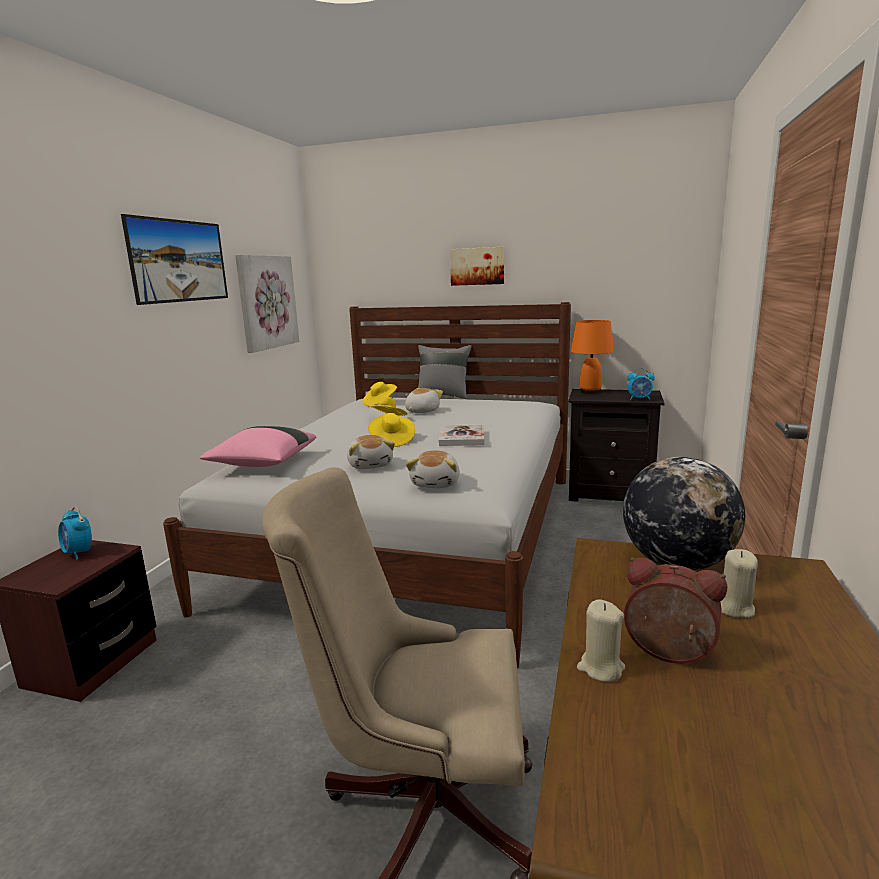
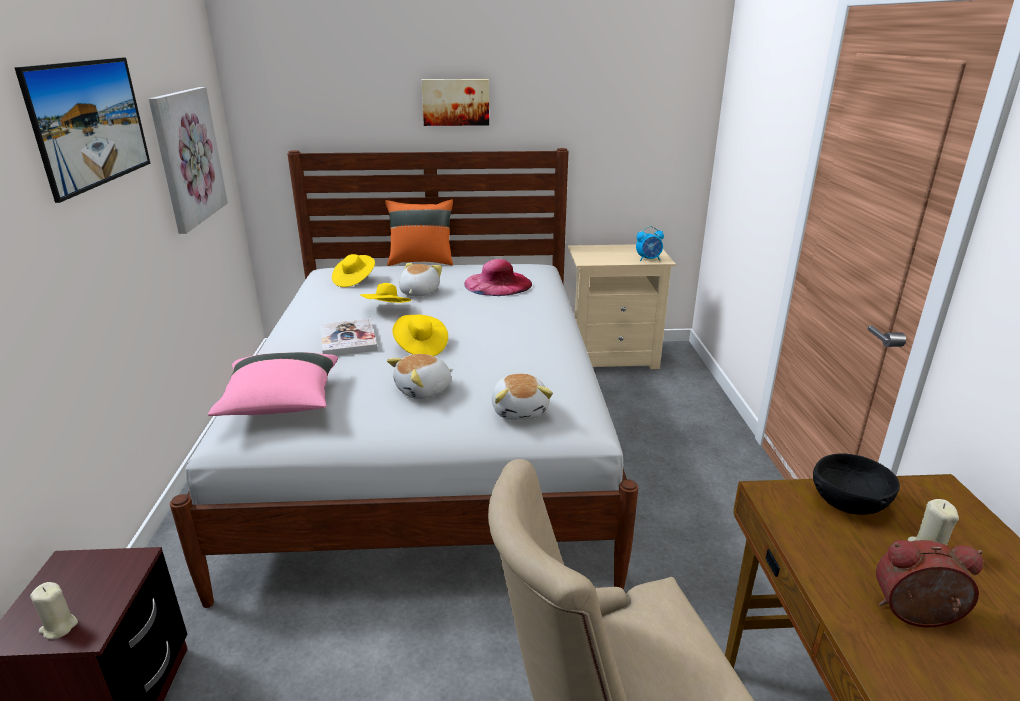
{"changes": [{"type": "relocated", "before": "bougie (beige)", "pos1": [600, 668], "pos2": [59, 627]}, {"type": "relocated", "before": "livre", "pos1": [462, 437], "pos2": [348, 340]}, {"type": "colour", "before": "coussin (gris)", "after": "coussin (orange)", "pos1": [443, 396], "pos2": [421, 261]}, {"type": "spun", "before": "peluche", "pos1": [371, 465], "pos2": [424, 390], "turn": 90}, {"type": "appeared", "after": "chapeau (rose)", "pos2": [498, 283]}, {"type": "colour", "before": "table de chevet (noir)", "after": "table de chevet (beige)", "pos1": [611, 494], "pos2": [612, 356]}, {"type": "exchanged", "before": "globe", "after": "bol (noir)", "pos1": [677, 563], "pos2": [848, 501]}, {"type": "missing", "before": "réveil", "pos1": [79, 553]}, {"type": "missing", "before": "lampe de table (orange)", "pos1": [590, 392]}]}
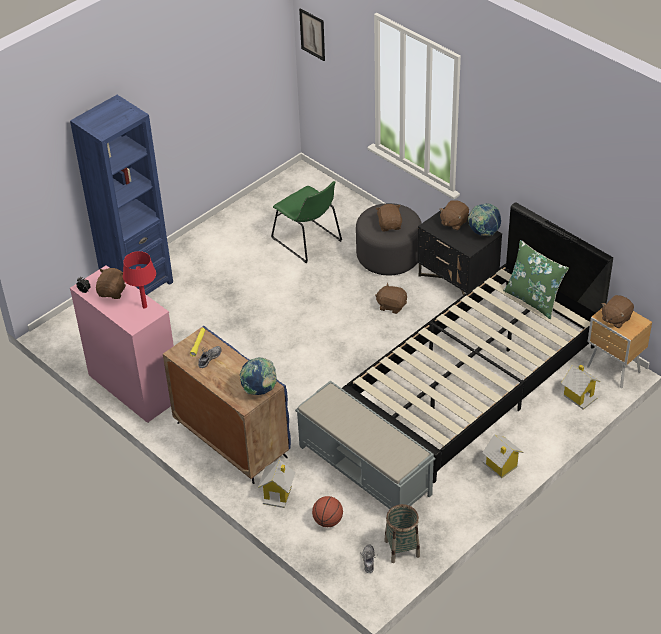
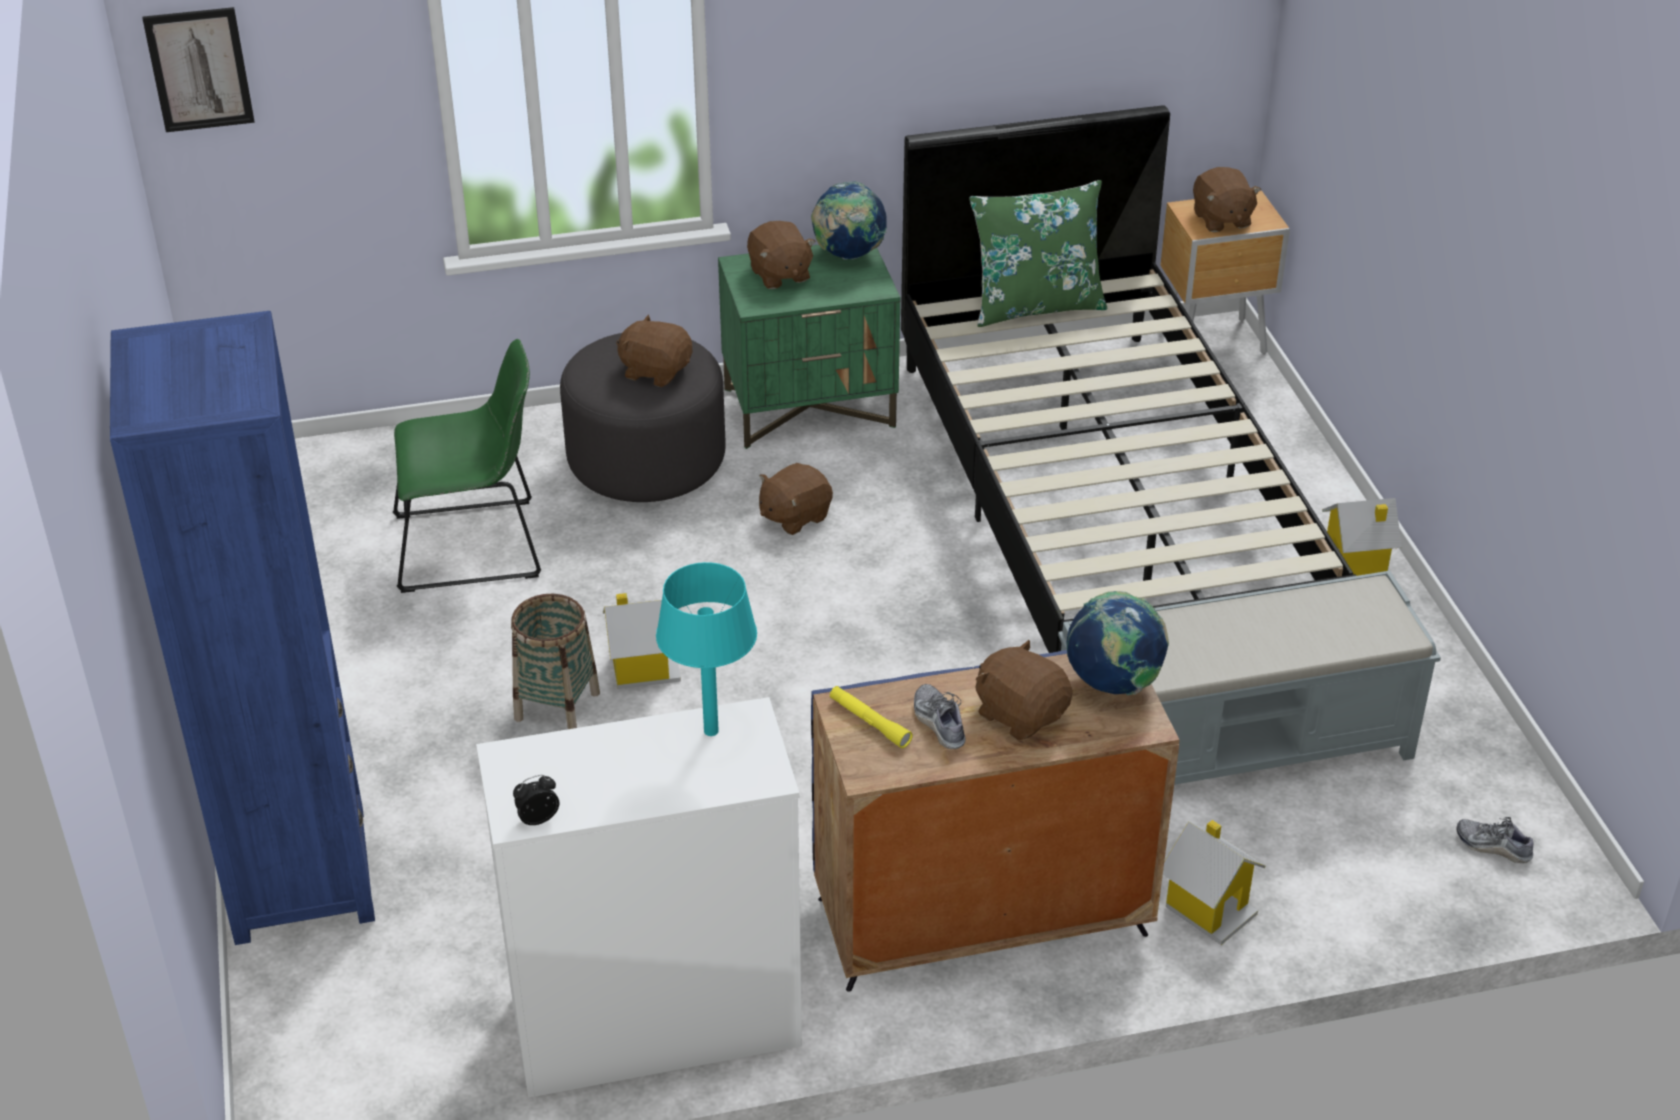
{"changes": [{"type": "colour", "before": "commode (rose)", "after": "commode (blanc)", "pos1": [135, 387], "pos2": [655, 1022]}, {"type": "relocated", "before": "panier", "pos1": [402, 548], "pos2": [557, 705]}, {"type": "relocated", "before": "maison miniature", "pos1": [579, 396], "pos2": [642, 667]}, {"type": "colour", "before": "lampe de table (rouge)", "after": "lampe de table (turquoise)", "pos1": [145, 306], "pos2": [711, 730]}, {"type": "colour", "before": "table de chevet (noir)", "after": "table de chevet (vert)", "pos1": [458, 280], "pos2": [810, 407]}, {"type": "relocated", "before": "peluche (marron)", "pos1": [112, 292], "pos2": [1021, 714]}, {"type": "missing", "before": "ballon de basket", "pos1": [328, 521]}]}
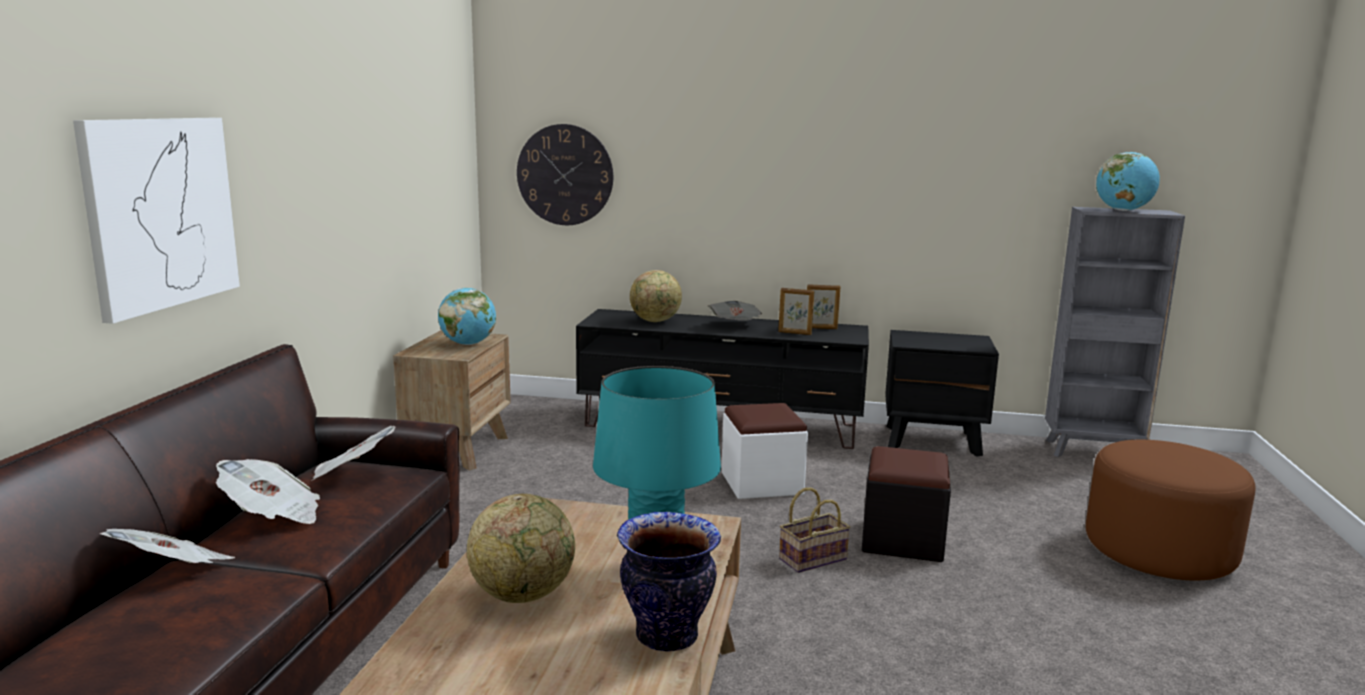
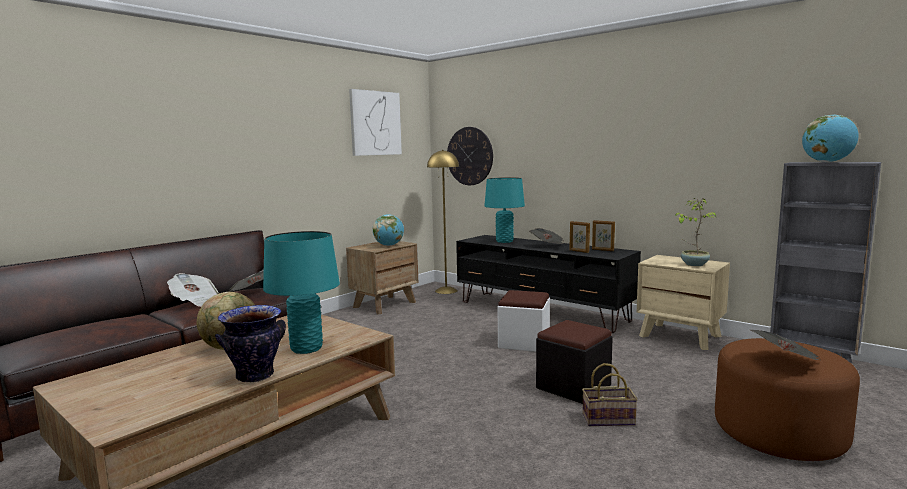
{"changes": [{"type": "relocated", "before": "tableau", "pos1": [161, 213], "pos2": [375, 123]}, {"type": "appeared", "after": "lampadaire (jaune)", "pos2": [446, 291]}, {"type": "exchanged", "before": "globe", "after": "lampe de table (turquoise)", "pos1": [655, 321], "pos2": [504, 241]}, {"type": "relocated", "before": "panier", "pos1": [813, 558], "pos2": [609, 419]}, {"type": "colour", "before": "table de chevet (noir)", "after": "table de chevet (beige)", "pos1": [933, 440], "pos2": [680, 336]}, {"type": "appeared", "after": "plante en pot", "pos2": [694, 264]}, {"type": "relocated", "before": "journal", "pos1": [173, 572], "pos2": [786, 362]}]}
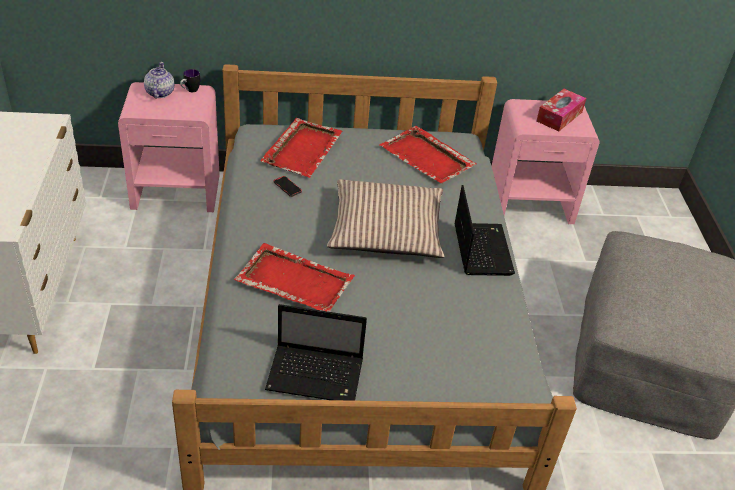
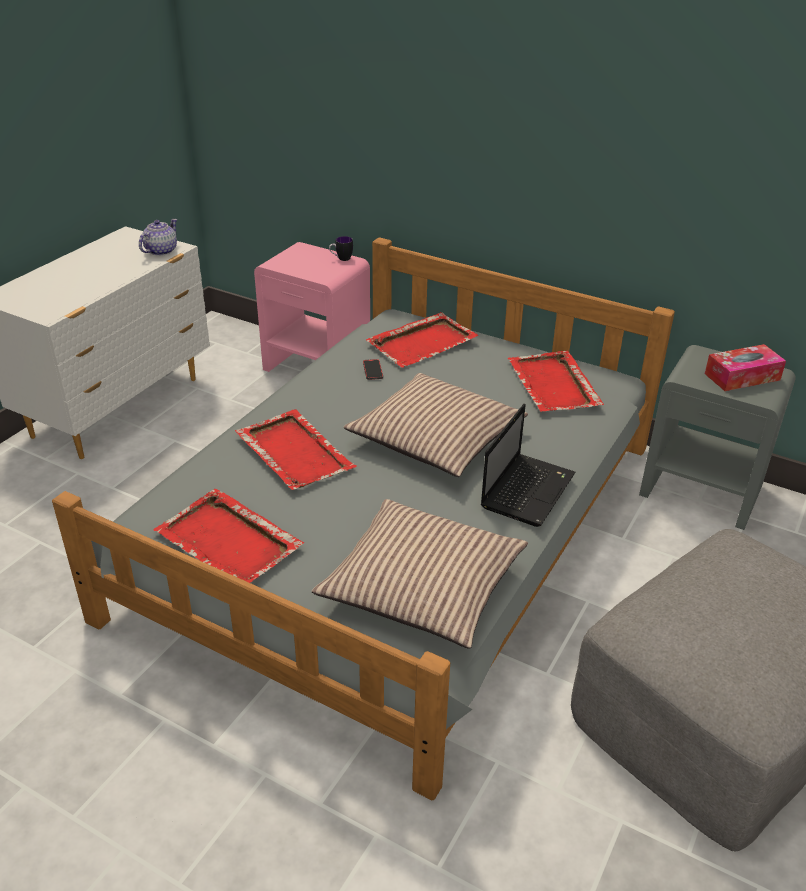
{"changes": [{"type": "relocated", "before": "théière", "pos1": [159, 93], "pos2": [160, 251]}, {"type": "exchanged", "before": "ordinateur portable", "after": "plateau (rouge)", "pos1": [317, 375], "pos2": [229, 542]}, {"type": "appeared", "after": "coussin", "pos2": [422, 585]}, {"type": "colour", "before": "table de chevet (rose)", "after": "table de chevet (gris)", "pos1": [530, 204], "pos2": [702, 490]}]}
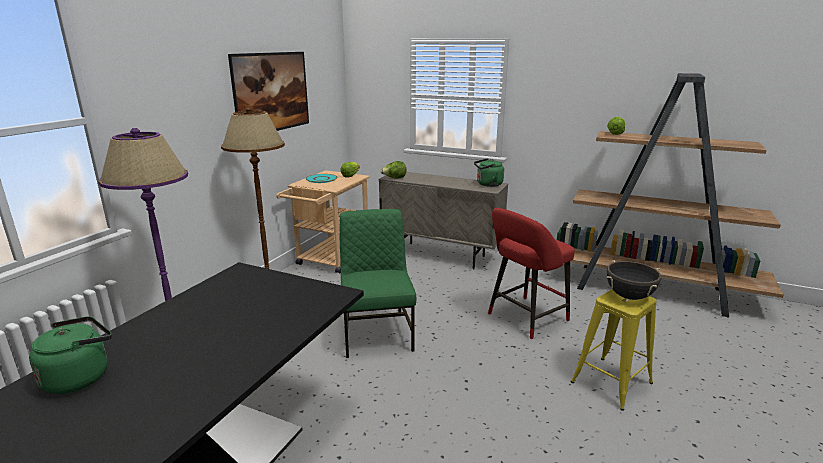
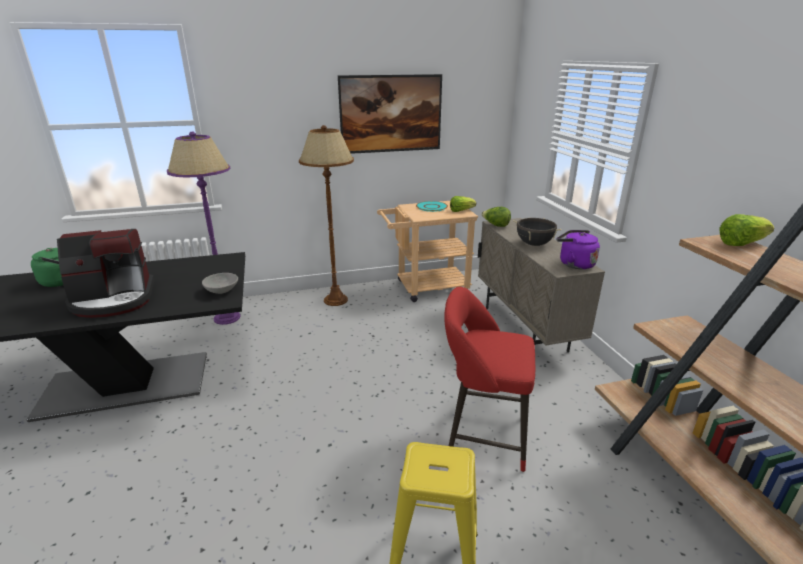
{"changes": [{"type": "appeared", "after": "machine à café", "pos2": [114, 300]}, {"type": "appeared", "after": "bol (gris)", "pos2": [222, 290]}, {"type": "relocated", "before": "marmite (noir)", "pos1": [629, 296], "pos2": [534, 244]}, {"type": "colour", "before": "bouilloire (vert)", "after": "bouilloire (violet)", "pos1": [488, 184], "pos2": [574, 264]}, {"type": "missing", "before": "chaise (vert)", "pos1": [377, 333]}]}
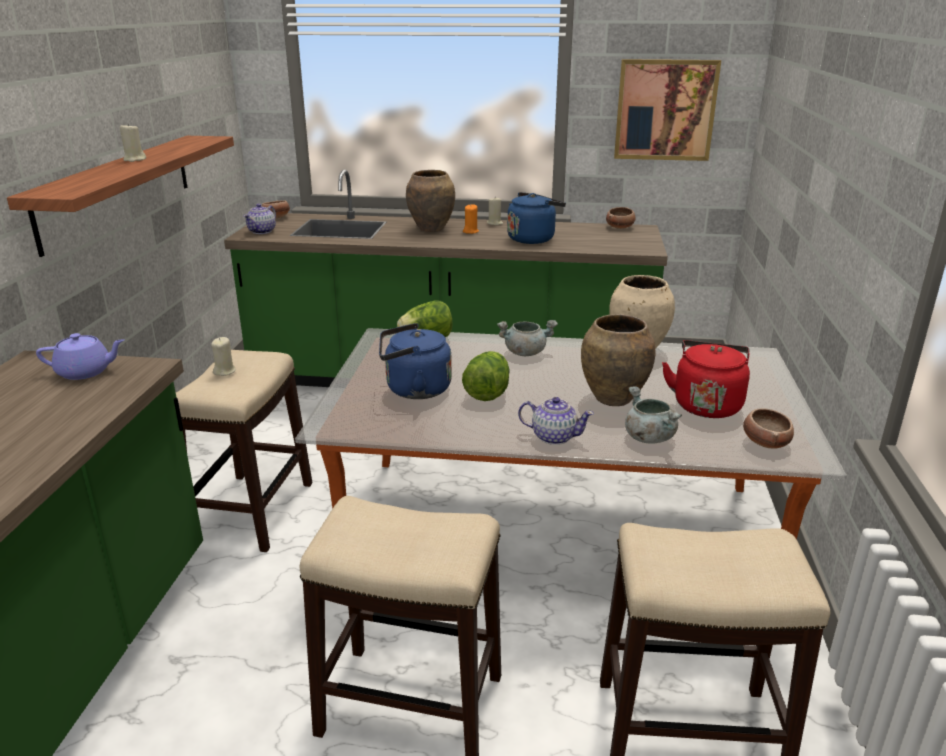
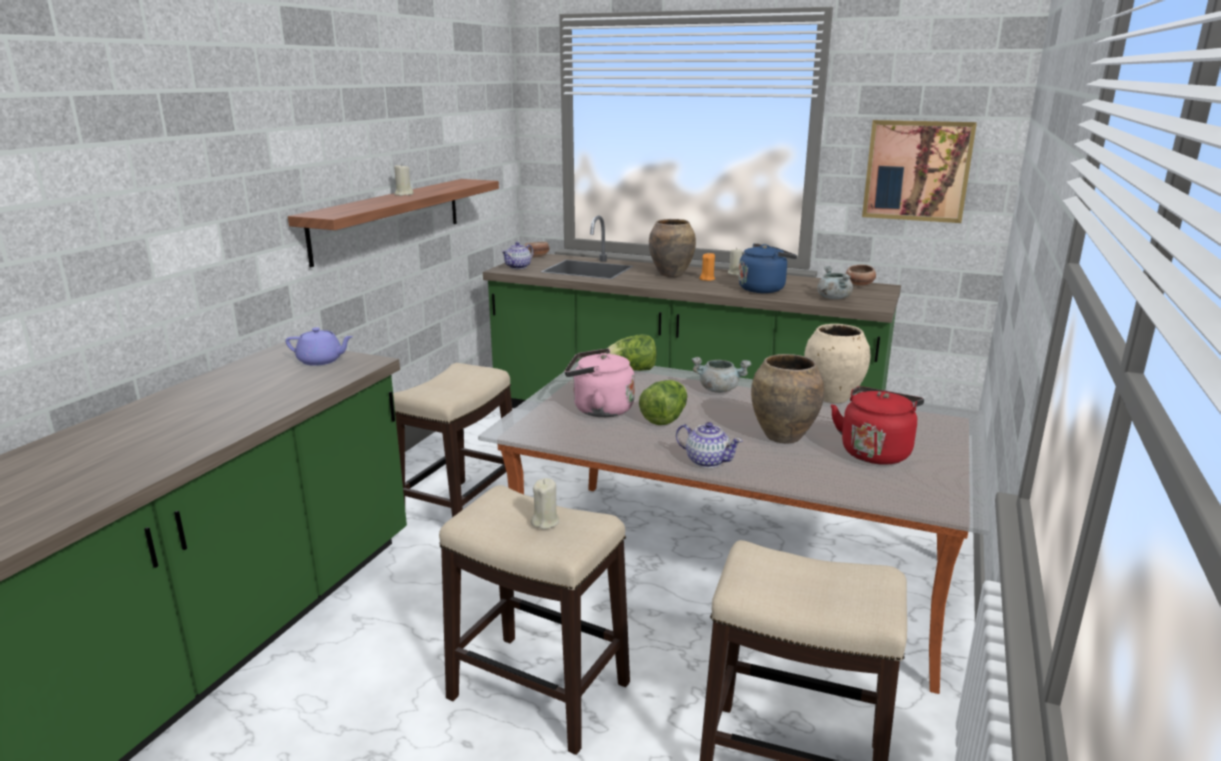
{"changes": [{"type": "relocated", "before": "bougie (beige)", "pos1": [224, 371], "pos2": [545, 522]}, {"type": "colour", "before": "bouilloire (bleu)", "after": "bouilloire (rose)", "pos1": [414, 390], "pos2": [599, 409]}, {"type": "relocated", "before": "marmite (gris)", "pos1": [648, 437], "pos2": [833, 298]}, {"type": "missing", "before": "bol", "pos1": [765, 442]}]}
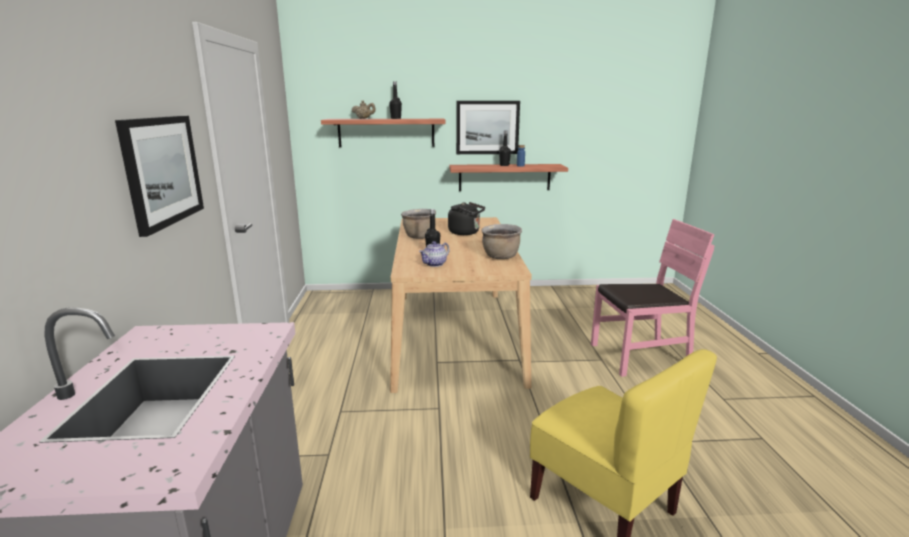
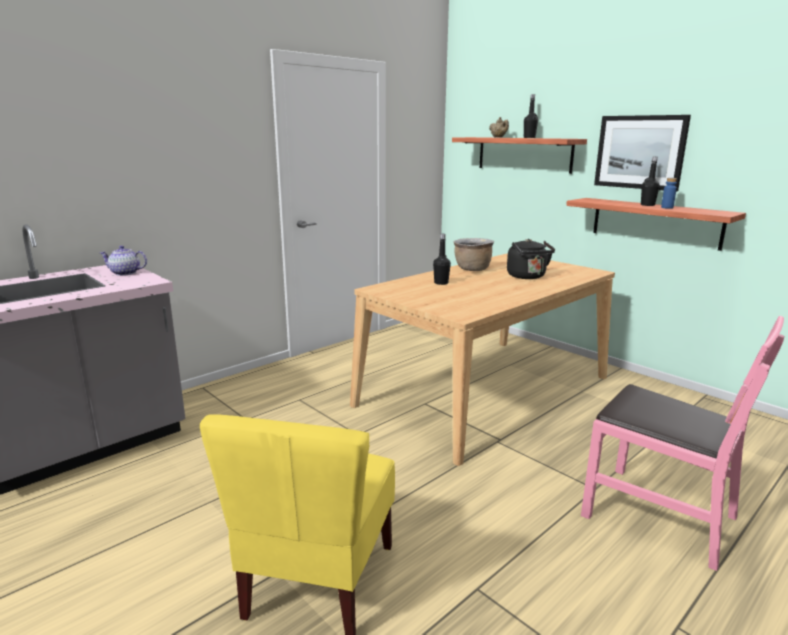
{"changes": [{"type": "relocated", "before": "théière", "pos1": [434, 264], "pos2": [125, 273]}, {"type": "missing", "before": "tableau", "pos1": [162, 171]}, {"type": "missing", "before": "marmite (marron)", "pos1": [501, 257]}]}
